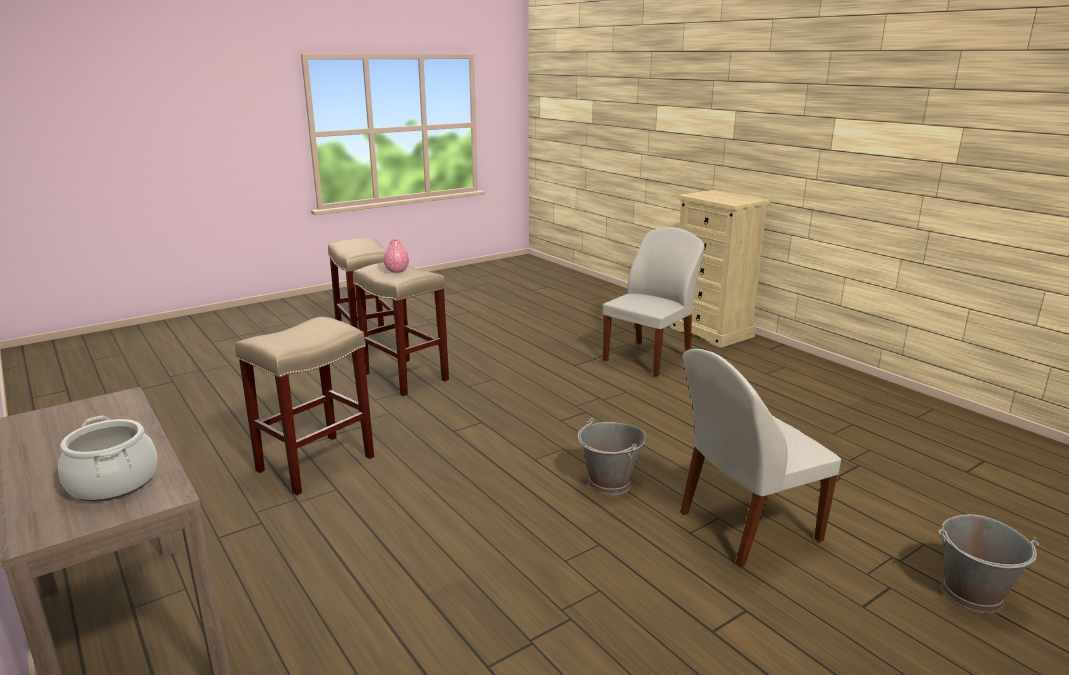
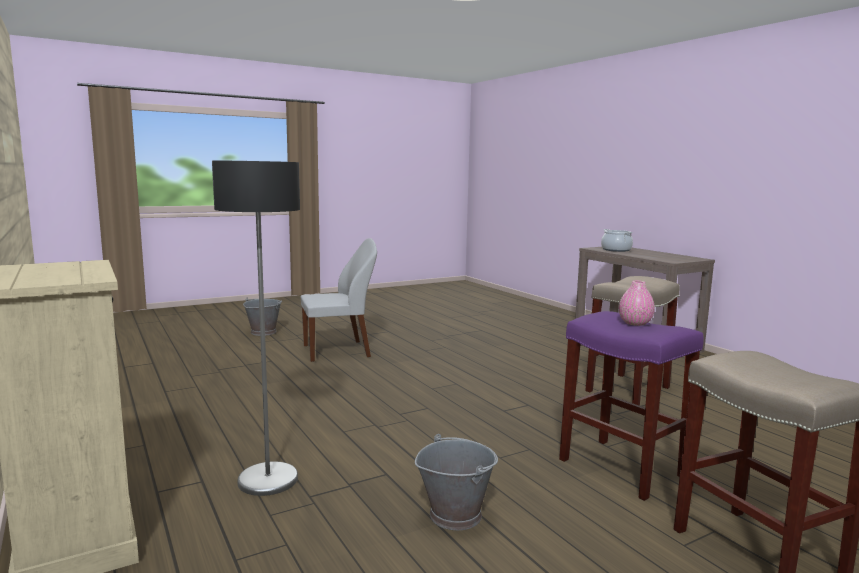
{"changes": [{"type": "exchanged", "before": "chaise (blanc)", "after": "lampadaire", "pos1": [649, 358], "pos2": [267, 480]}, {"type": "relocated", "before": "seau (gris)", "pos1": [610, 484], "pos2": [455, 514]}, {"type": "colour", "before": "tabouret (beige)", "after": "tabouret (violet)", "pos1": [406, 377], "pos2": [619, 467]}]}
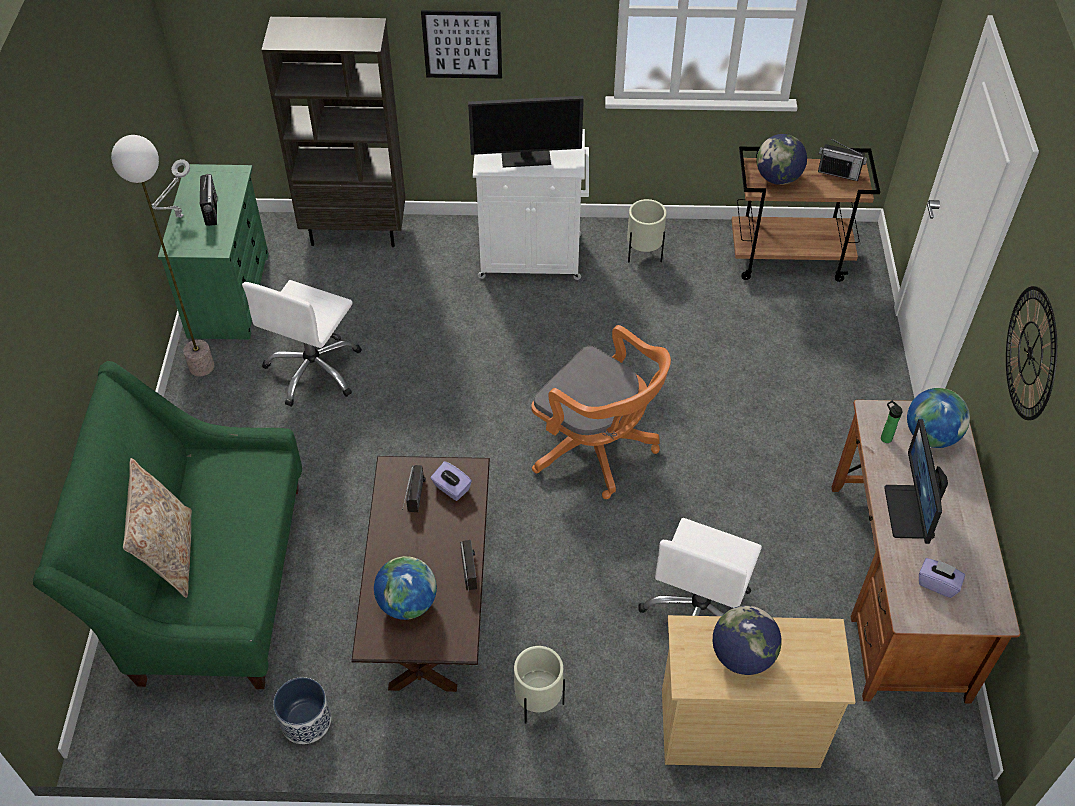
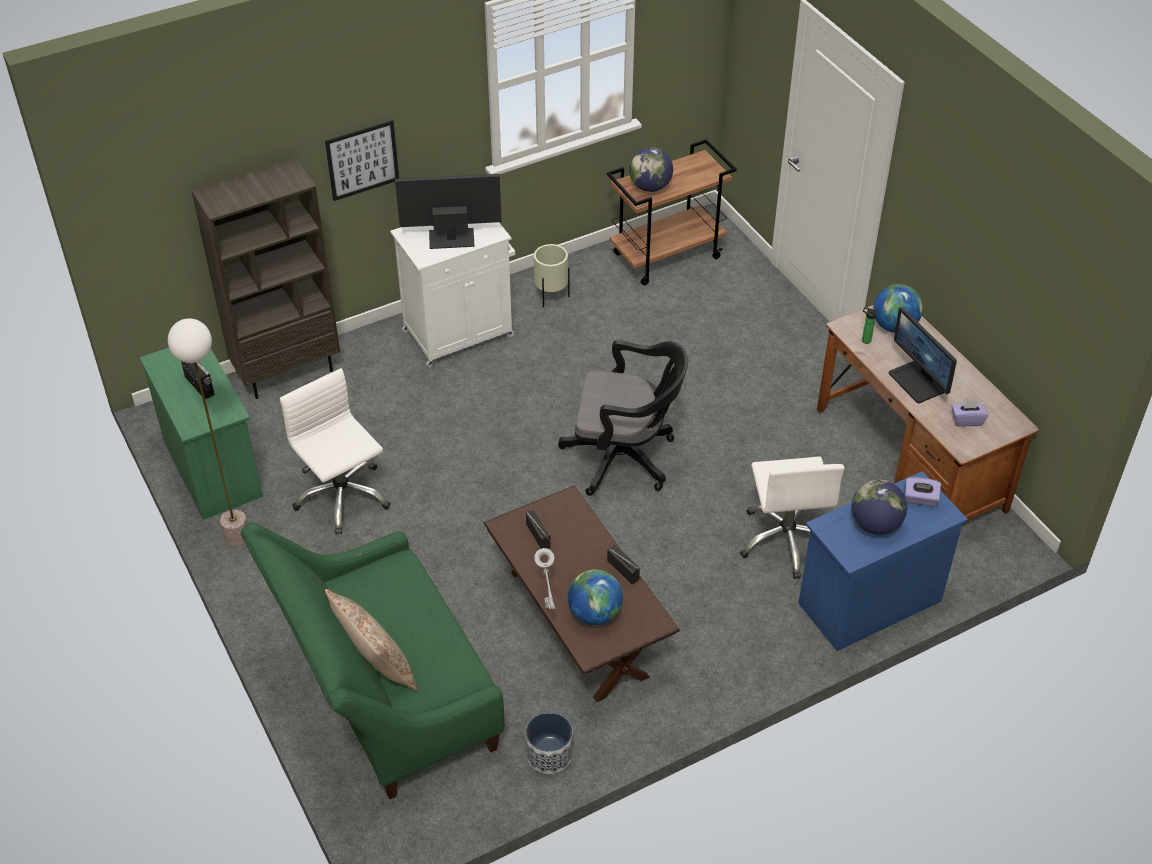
{"changes": [{"type": "spun", "before": "chaise de bureau (blanc)", "pos1": [314, 370], "pos2": [342, 497], "turn": 150}, {"type": "spun", "before": "écran d'ordinateur", "pos1": [526, 156], "pos2": [451, 238], "turn": -150}, {"type": "relocated", "before": "lampe de table (gris)", "pos1": [179, 217], "pos2": [548, 607]}, {"type": "colour", "before": "chaise de bureau (orange)", "after": "chaise de bureau (noir)", "pos1": [597, 450], "pos2": [625, 458]}, {"type": "colour", "before": "commode (beige)", "after": "commode (bleu)", "pos1": [738, 727], "pos2": [869, 602]}, {"type": "relocated", "before": "boîte à mouchoirs (violet)", "pos1": [451, 488], "pos2": [920, 499]}, {"type": "missing", "before": "cache-pot (beige)", "pos1": [539, 703]}, {"type": "missing", "before": "radio", "pos1": [838, 173]}, {"type": "missing", "before": "horloge murale", "pos1": [1030, 353]}]}
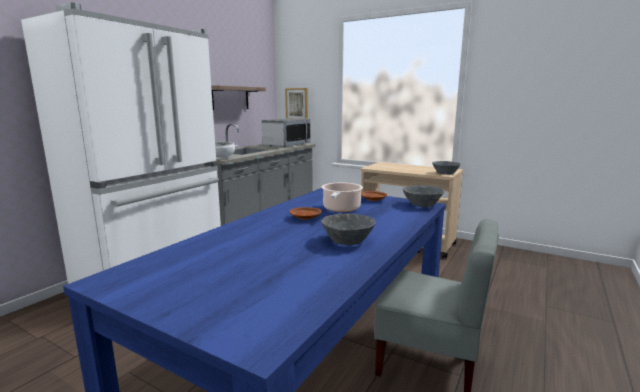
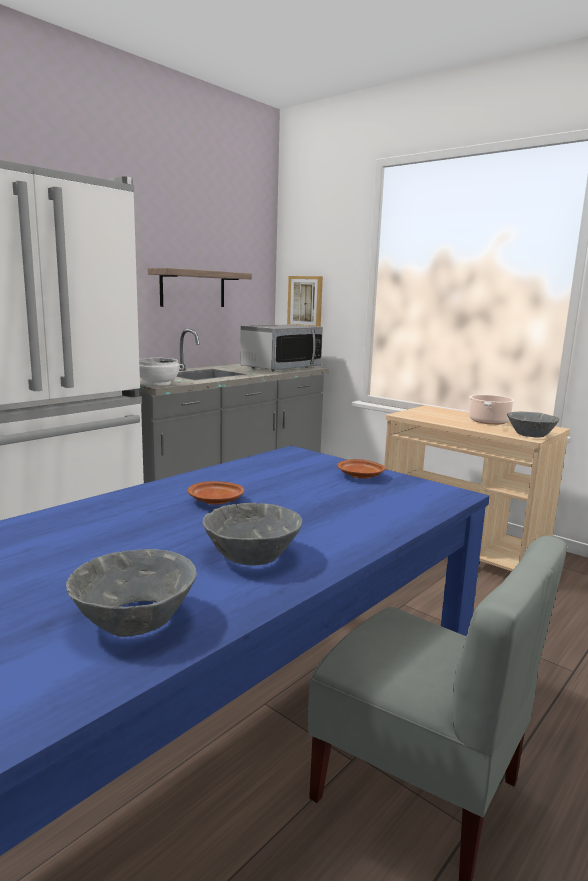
{"changes": [{"type": "relocated", "before": "bol (gris)", "pos1": [422, 204], "pos2": [134, 619]}, {"type": "relocated", "before": "marmite", "pos1": [341, 209], "pos2": [488, 422]}]}
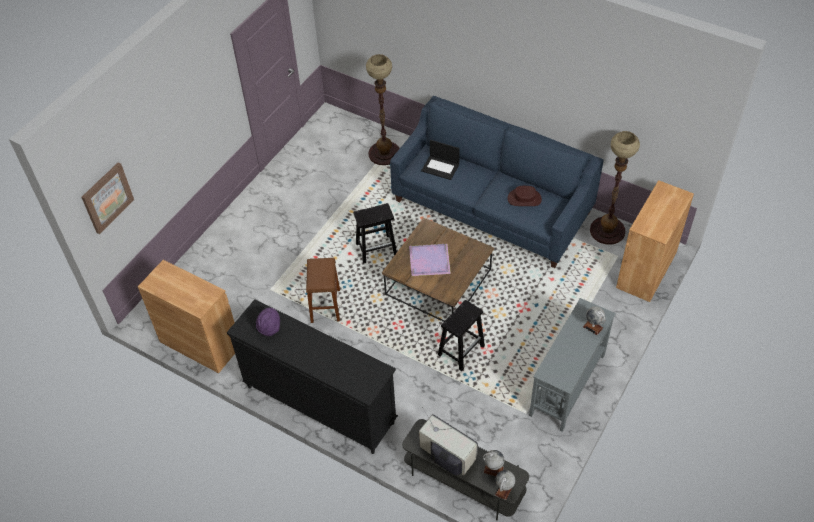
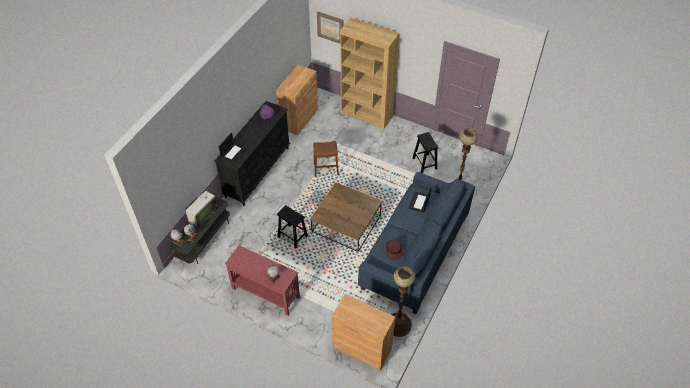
{"changes": [{"type": "appeared", "after": "ordinateur portable", "pos2": [233, 152]}, {"type": "colour", "before": "table console (gris)", "after": "table console (rouge)", "pos1": [567, 385], "pos2": [265, 292]}, {"type": "appeared", "after": "bibliothèque (marron)", "pos2": [366, 114]}, {"type": "relocated", "before": "tabouret (noir)", "pos1": [377, 249], "pos2": [425, 163]}, {"type": "missing", "before": "plateau (violet)", "pos1": [429, 261]}]}
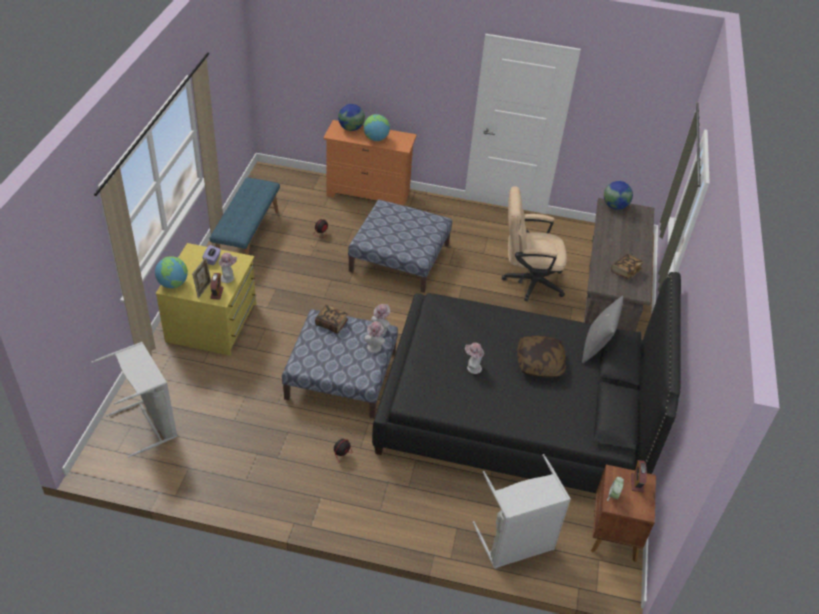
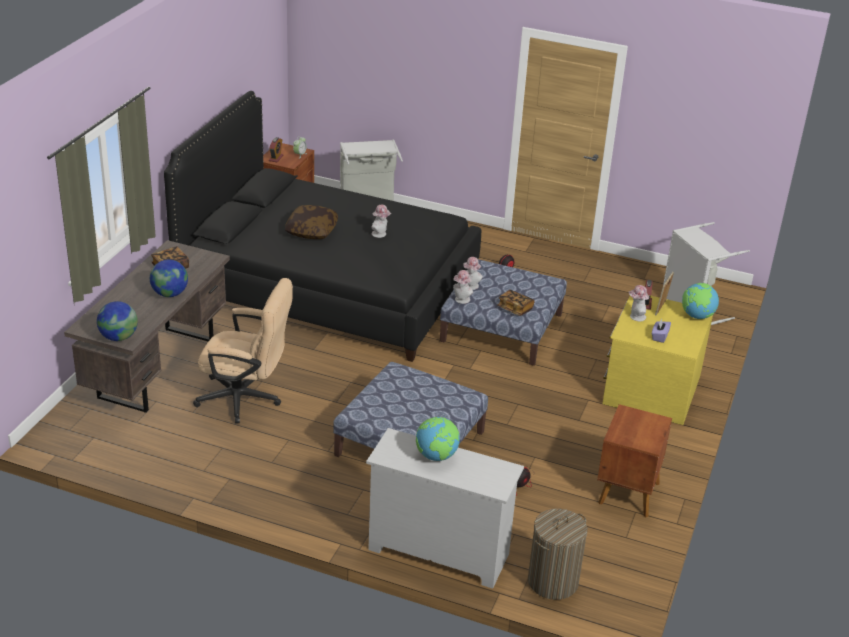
{"changes": [{"type": "relocated", "before": "globe", "pos1": [351, 128], "pos2": [170, 294]}, {"type": "colour", "before": "commode (orange)", "after": "commode (blanc)", "pos1": [368, 194], "pos2": [438, 551]}, {"type": "appeared", "after": "panier à linge", "pos2": [552, 581]}, {"type": "exchanged", "before": "banc (bleu)", "after": "table de chevet (marron)", "pos1": [247, 237], "pos2": [627, 493]}, {"type": "missing", "before": "coussin (gris)", "pos1": [596, 347]}]}
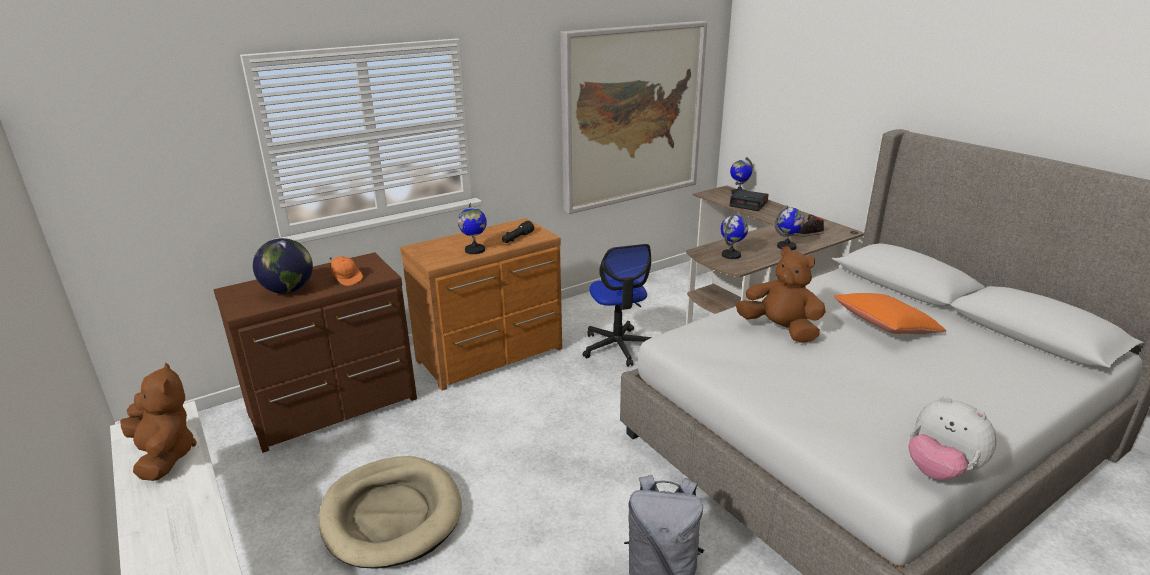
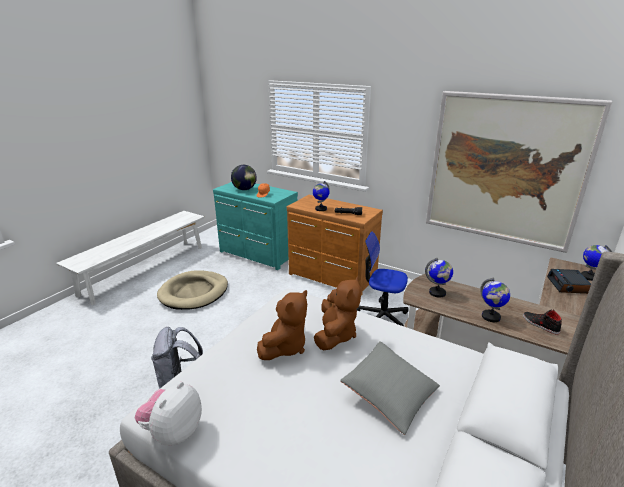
{"changes": [{"type": "colour", "before": "commode (marron)", "after": "commode (turquoise)", "pos1": [336, 407], "pos2": [257, 254]}, {"type": "relocated", "before": "peluche (marron)", "pos1": [165, 456], "pos2": [285, 347]}, {"type": "colour", "before": "coussin (orange)", "after": "coussin (gris)", "pos1": [885, 327], "pos2": [389, 395]}, {"type": "spun", "before": "chaise de bureau", "pos1": [618, 347], "pos2": [381, 317], "turn": 60}]}
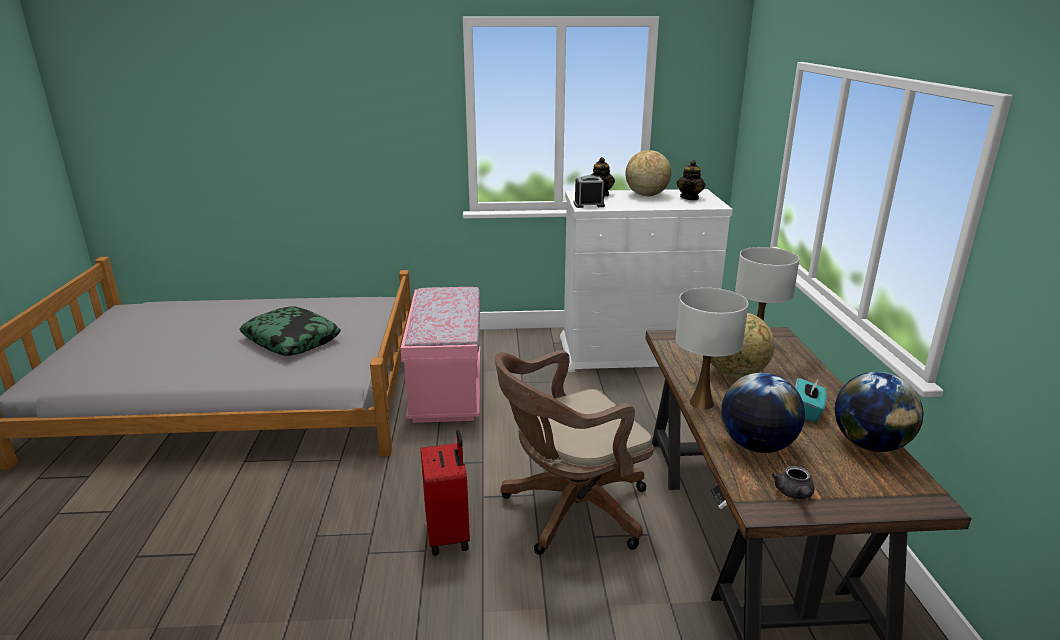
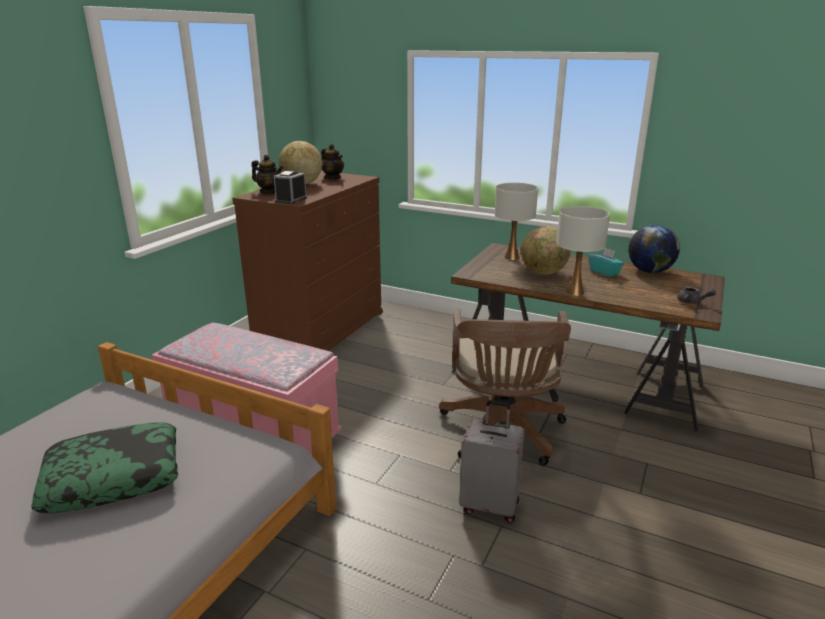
{"changes": [{"type": "colour", "before": "commode (blanc)", "after": "commode (marron)", "pos1": [635, 351], "pos2": [320, 330]}, {"type": "colour", "before": "valise (rouge)", "after": "valise (gris)", "pos1": [449, 535], "pos2": [490, 505]}, {"type": "missing", "before": "globe", "pos1": [756, 446]}]}
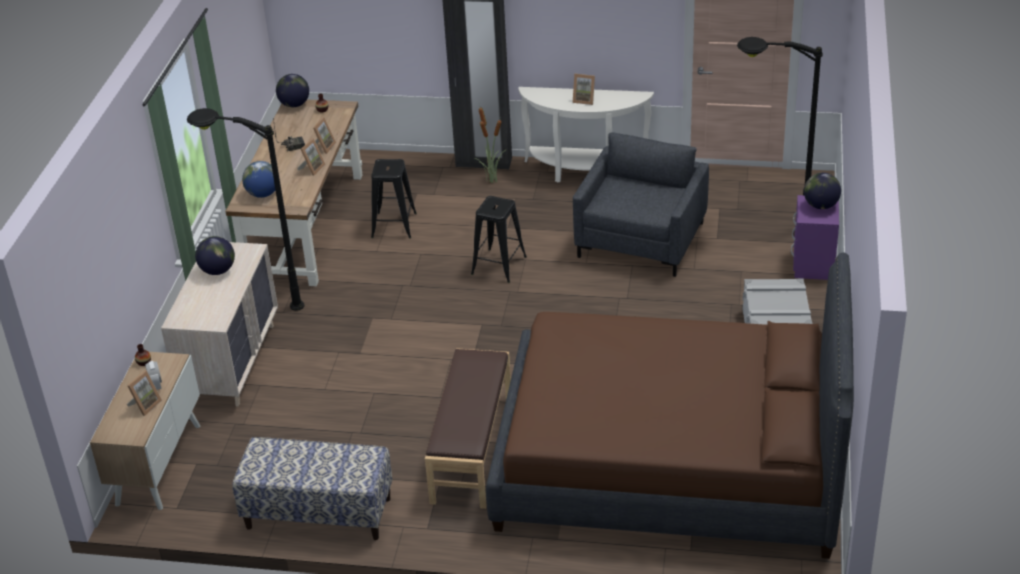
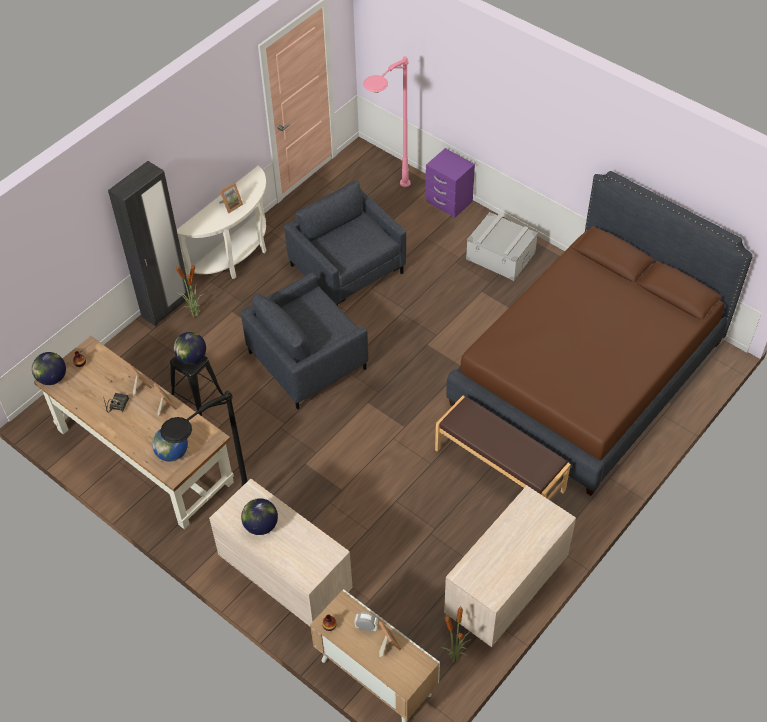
{"changes": [{"type": "relocated", "before": "globe", "pos1": [821, 206], "pos2": [192, 358]}, {"type": "exchanged", "before": "tabouret (noir)", "after": "fauteuil (gris)", "pos1": [498, 266], "pos2": [307, 360]}, {"type": "colour", "before": "lampadaire (noir)", "after": "lampadaire (rose)", "pos1": [760, 226], "pos2": [386, 203]}, {"type": "appeared", "after": "plante en pot", "pos2": [455, 656]}, {"type": "exchanged", "before": "banc", "after": "commode (beige)", "pos1": [318, 513], "pos2": [505, 591]}]}
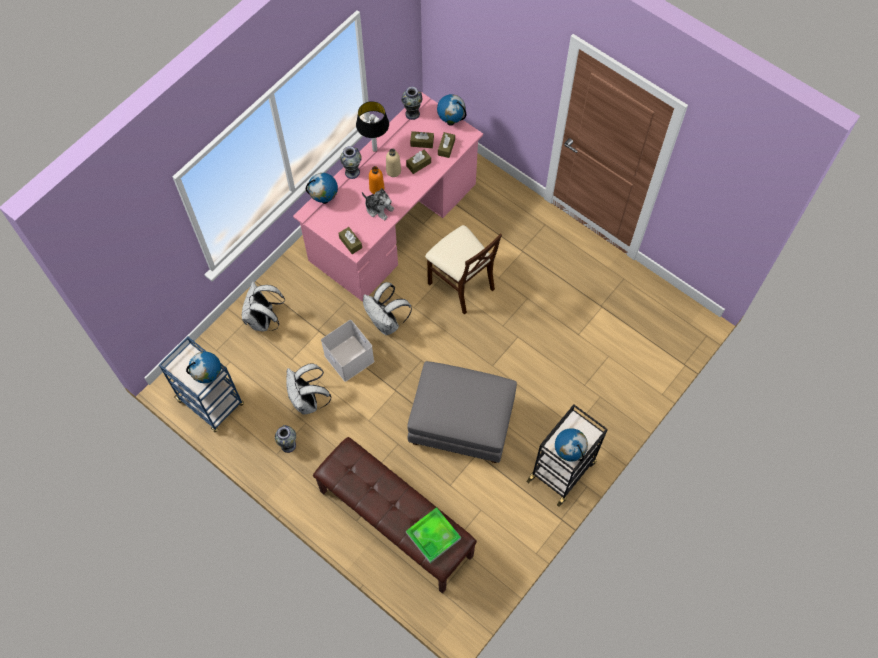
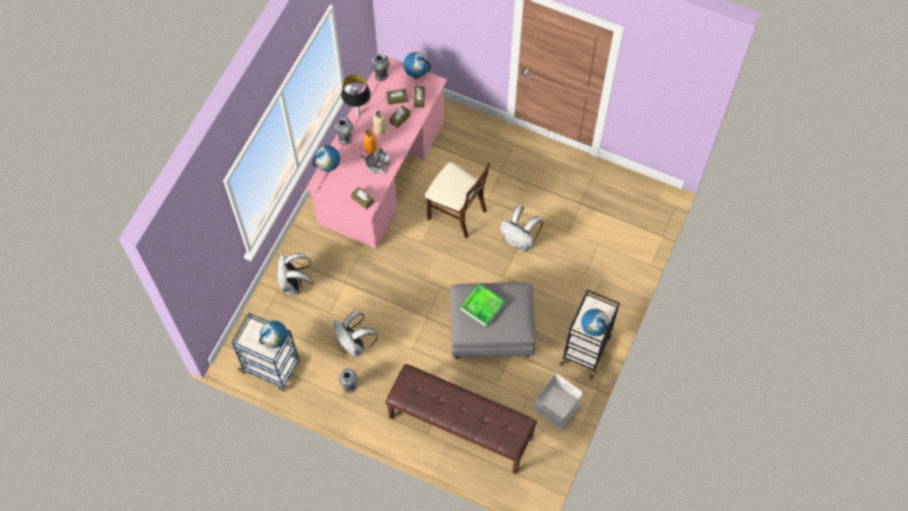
{"changes": [{"type": "relocated", "before": "plateau", "pos1": [433, 536], "pos2": [482, 306]}, {"type": "relocated", "before": "sac à dos (blanc)", "pos1": [386, 323], "pos2": [520, 241]}, {"type": "relocated", "before": "boîte de rangement (blanc)", "pos1": [348, 358], "pos2": [555, 407]}]}
